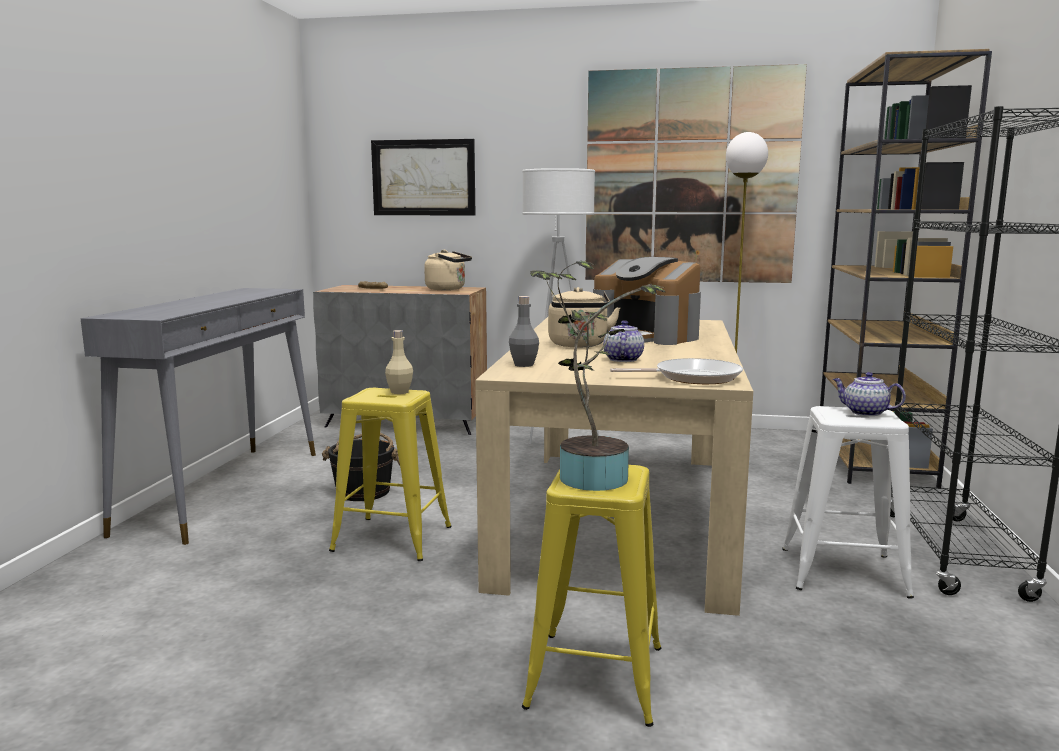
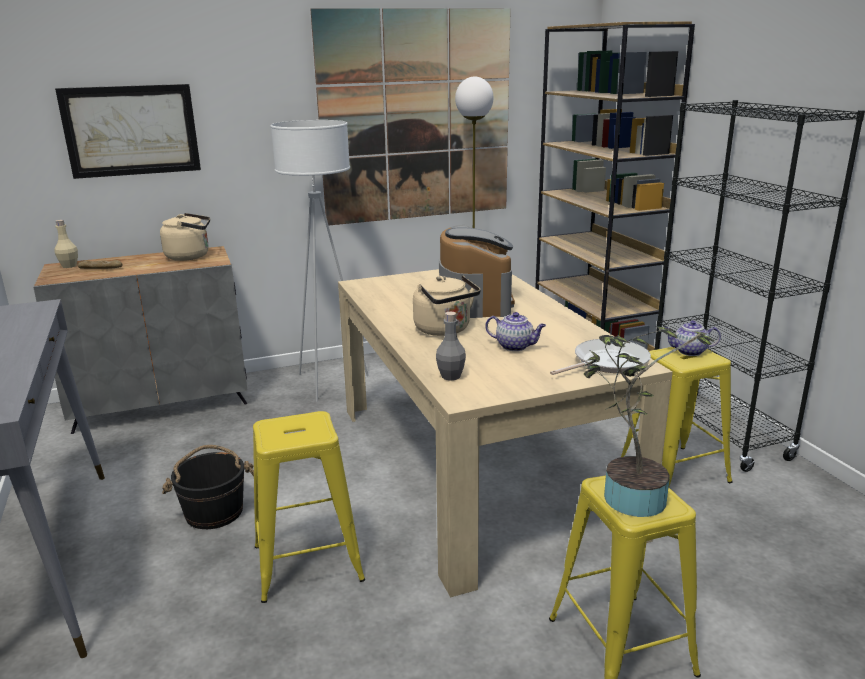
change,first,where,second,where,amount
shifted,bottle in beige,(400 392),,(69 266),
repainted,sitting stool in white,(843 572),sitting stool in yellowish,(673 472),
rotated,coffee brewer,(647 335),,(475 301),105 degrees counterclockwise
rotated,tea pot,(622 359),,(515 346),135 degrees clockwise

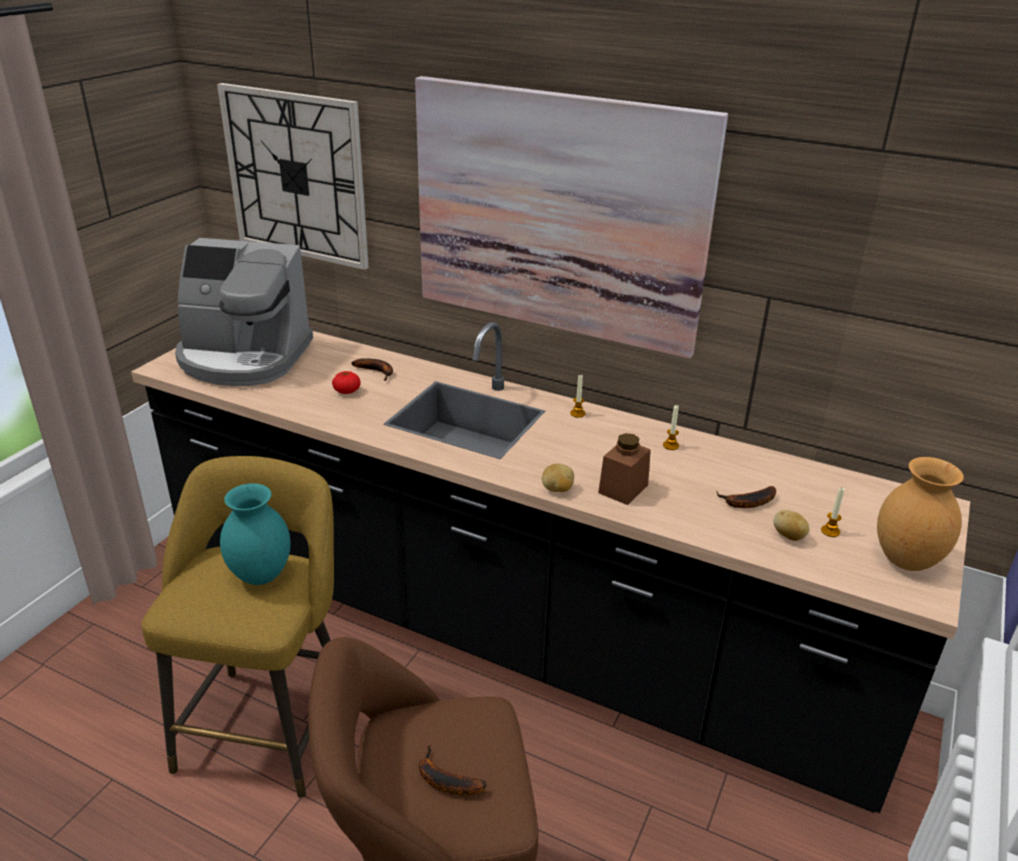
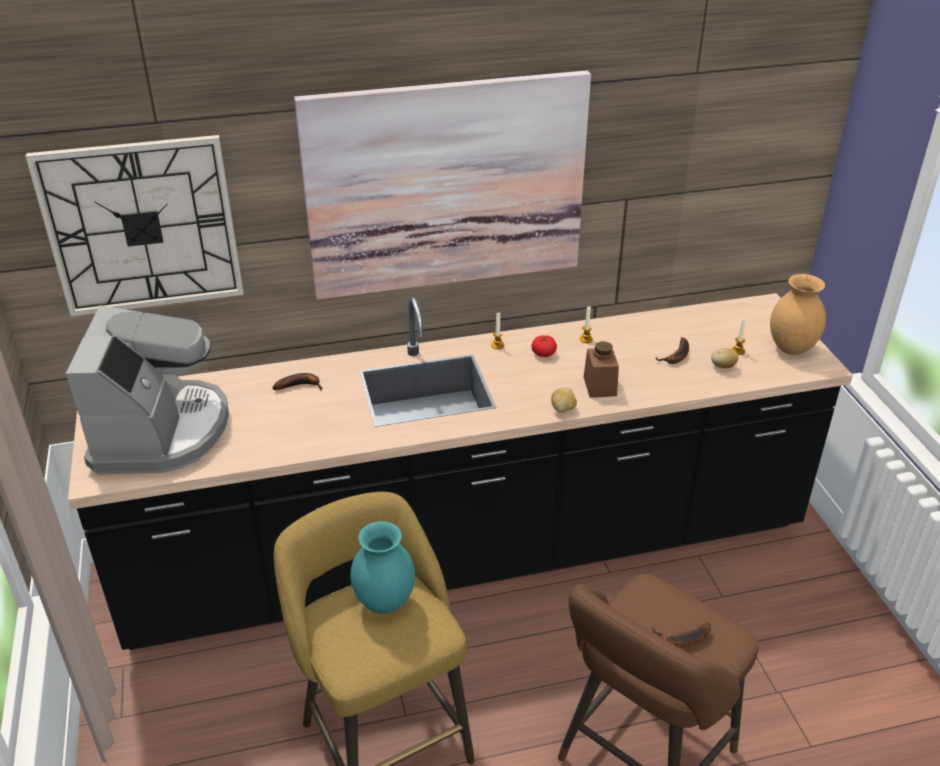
change,first,where,second,where,amount
shifted,whole tomato,(347 391),,(543 353),
rotated,coffee brewer,(244 358),,(160 431),60 degrees counterclockwise

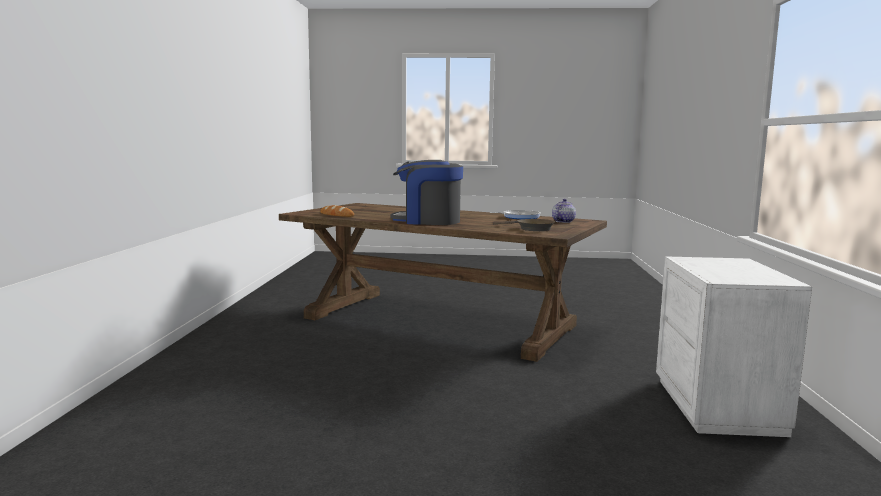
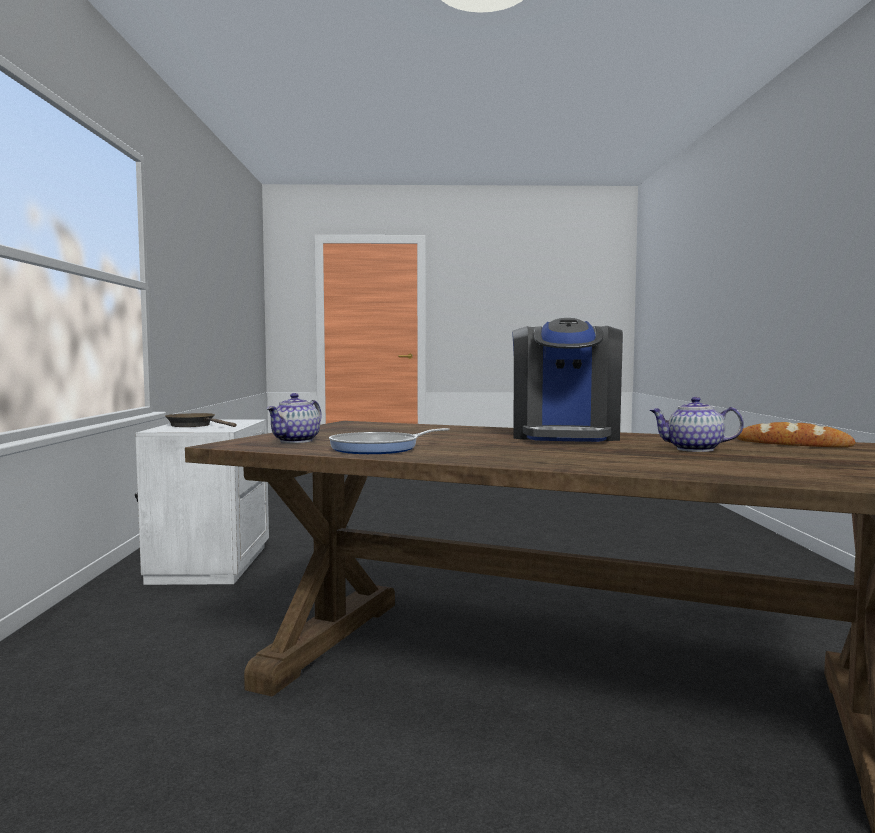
change,first,where,second,where,amount
new,,,tea pot,(694 449),
shifted,frying pan in brownish,(531 229),,(194 425),
rotated,coffee brewer,(428 221),,(565 436),90 degrees clockwise

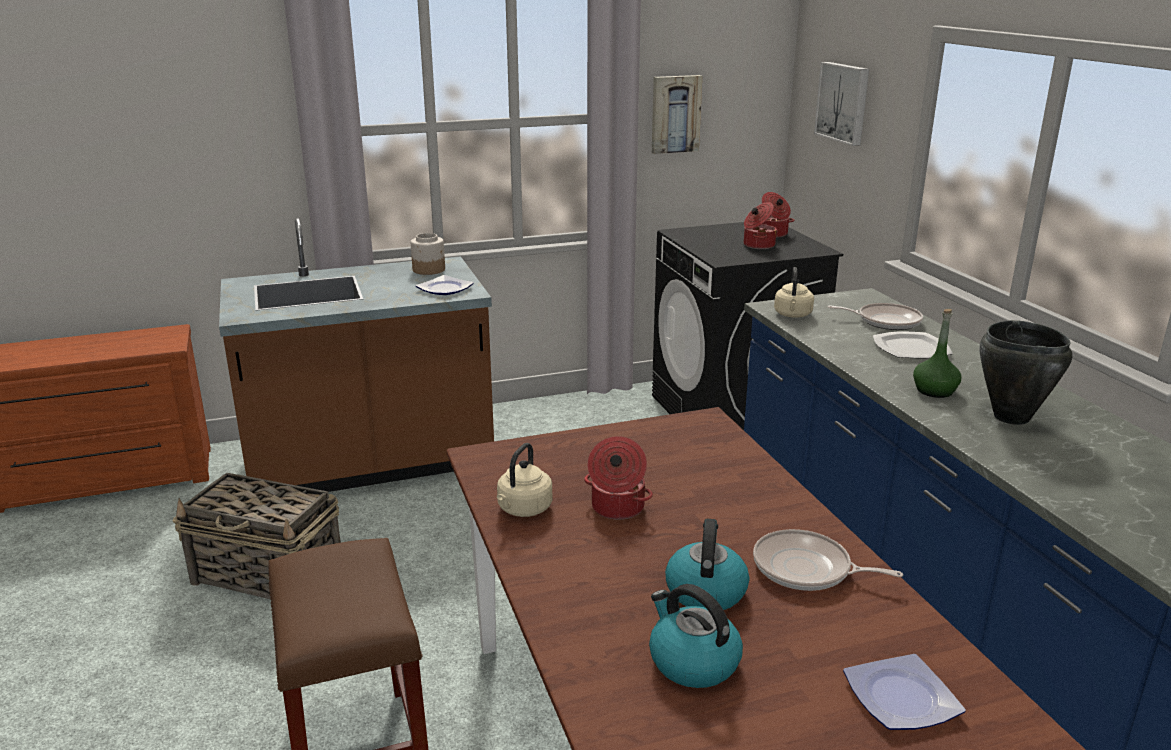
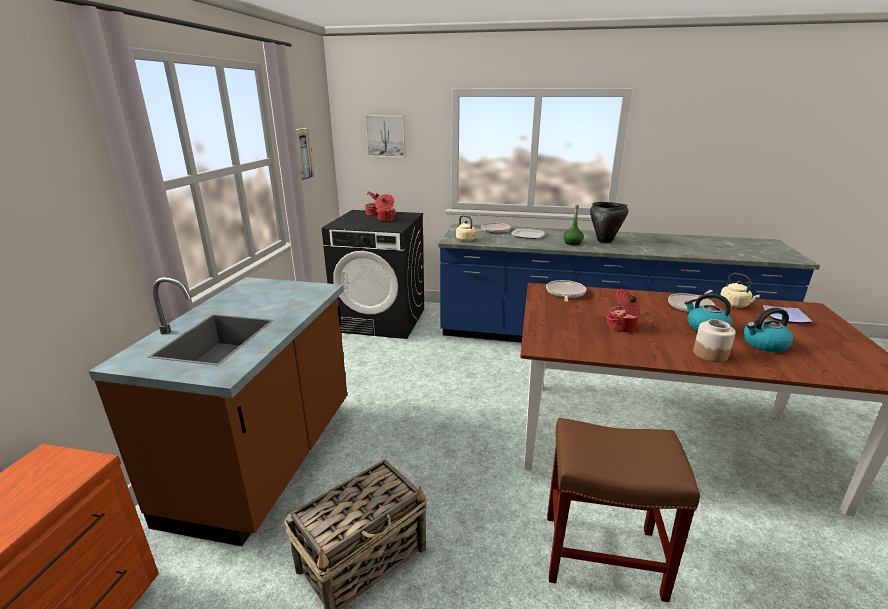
change,first,where,second,where,amount
gone,dinner plate,(445 289),,,
new,,,frying pan,(565 293),
shifted,jar,(429 270),,(710 354),
shifted,kettle in beige,(523 509),,(735 305),

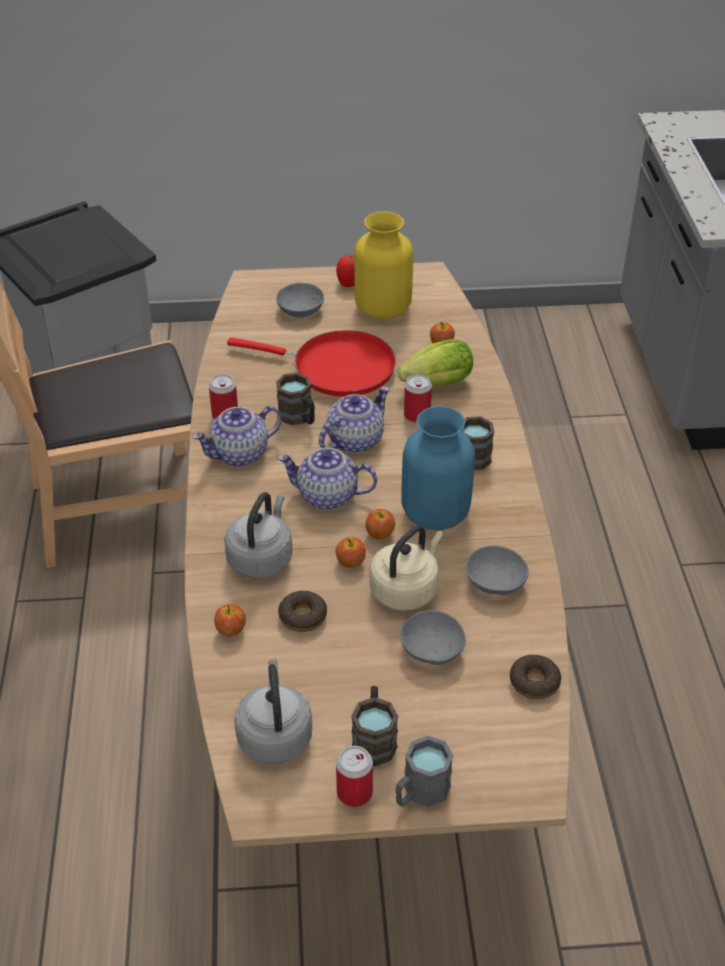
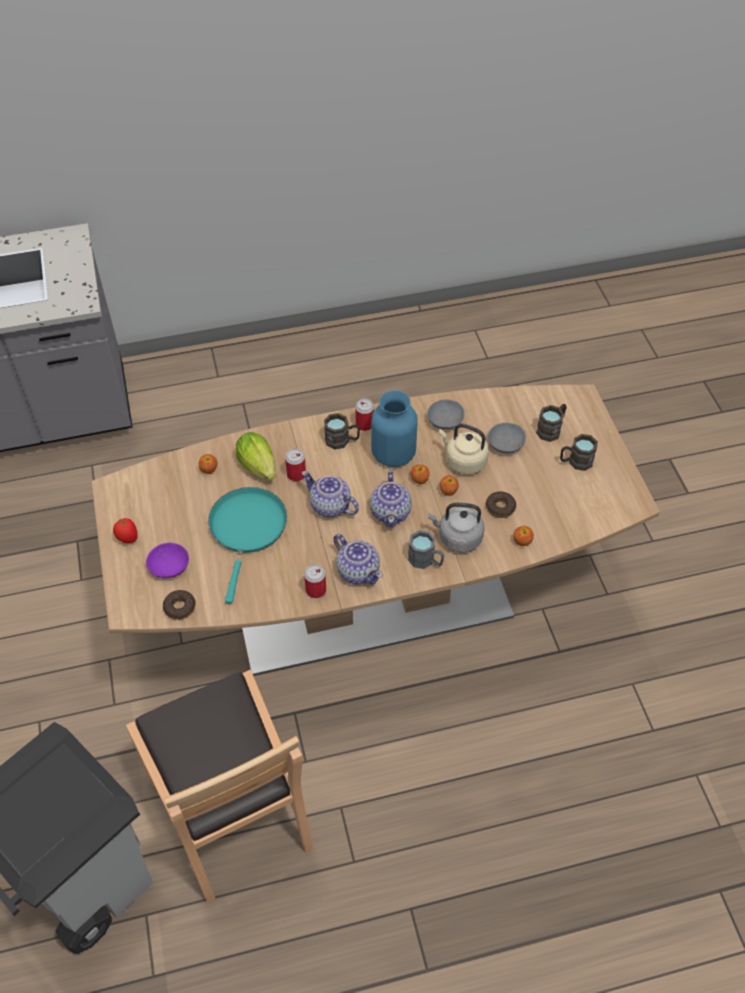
change,first,where,second,where,amount
gone,kettle in gray,(274 735),,,
gone,decorative vase in yellowish,(383 308),,,
shifted,tea mug in brownish,(299 418),,(551 429),
shifted,sealed can,(354 792),,(364 424),
shifted,tea mug in gray,(420 792),,(426 560),
shifted,doughnut,(534 682),,(179 607),
repainted,frying pan in red-coloured,(336 368),frying pan in blue-green,(247 529),
repainted,bowl in gray,(299 309),bowl in purple-coloured,(169 568),

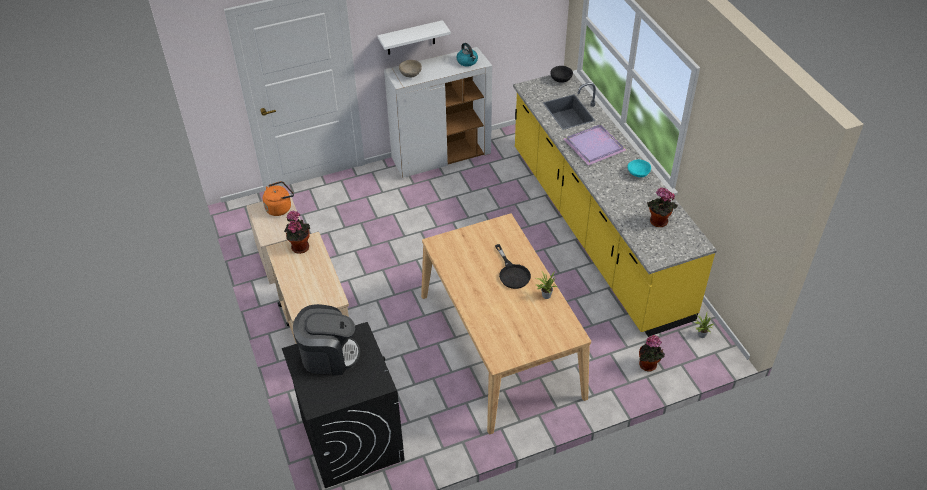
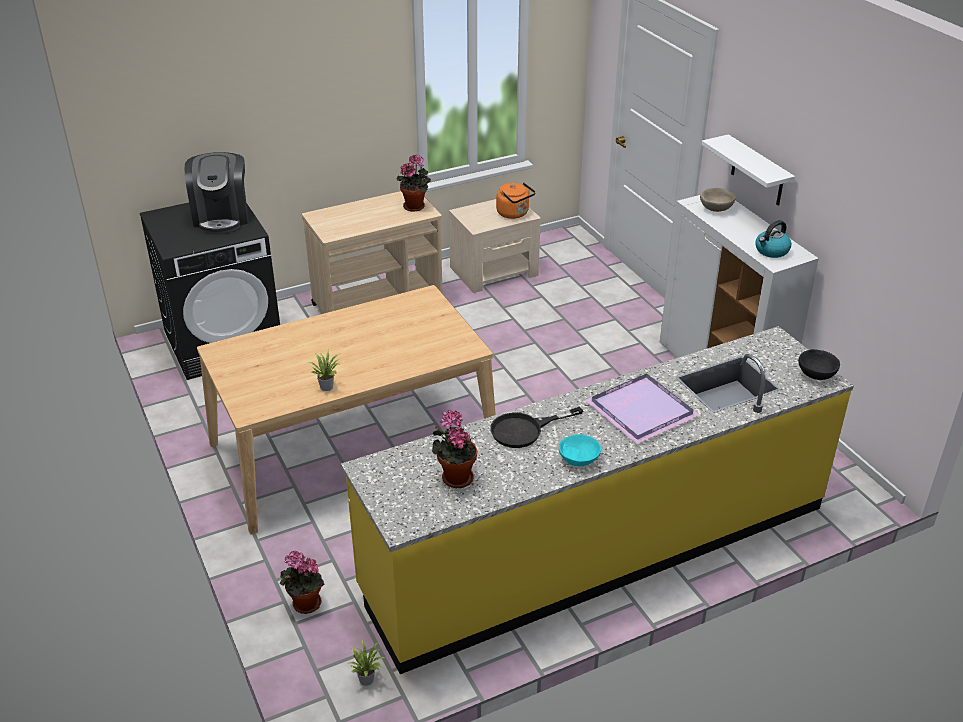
change,first,where,second,where,amount
shifted,frying pan in blackish,(512 273),,(525 430),

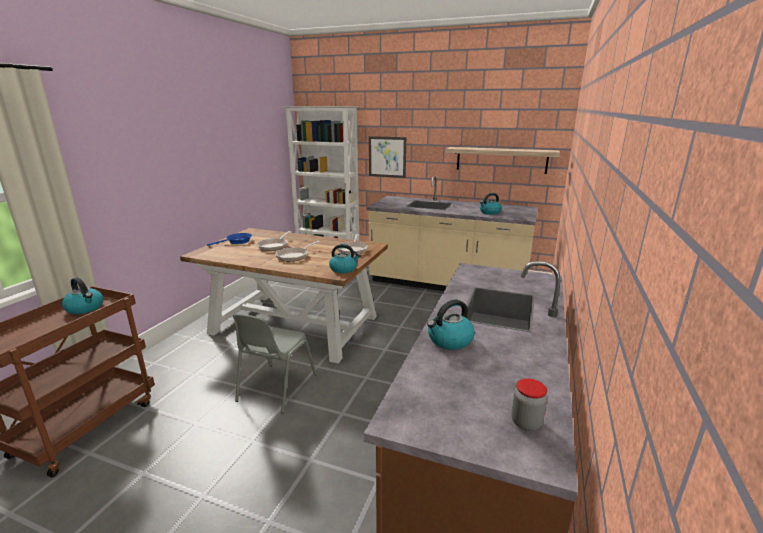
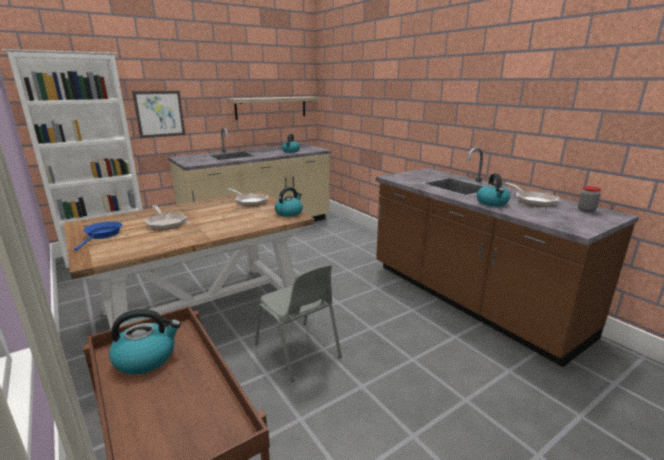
change,first,where,second,where,amount
shifted,frying pan,(294 256),,(533 200),

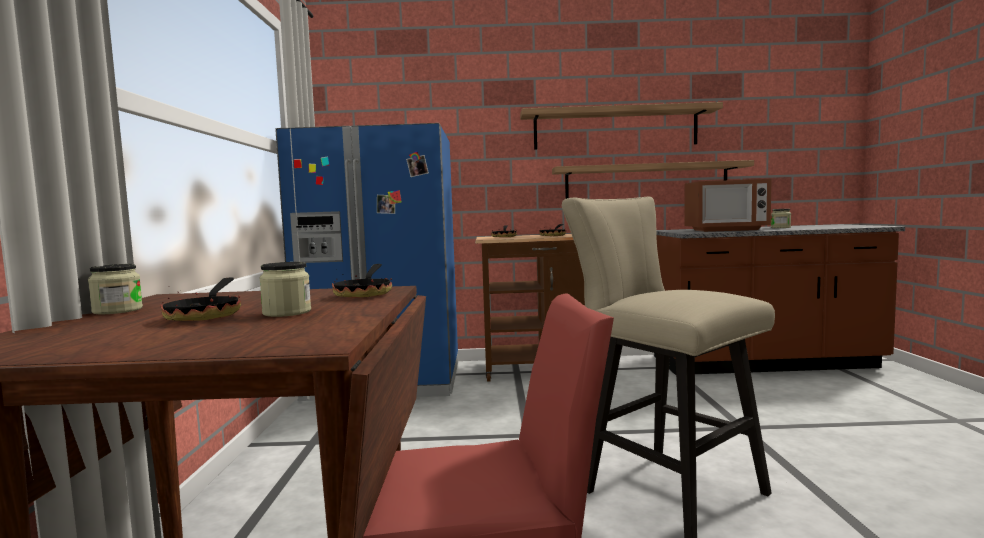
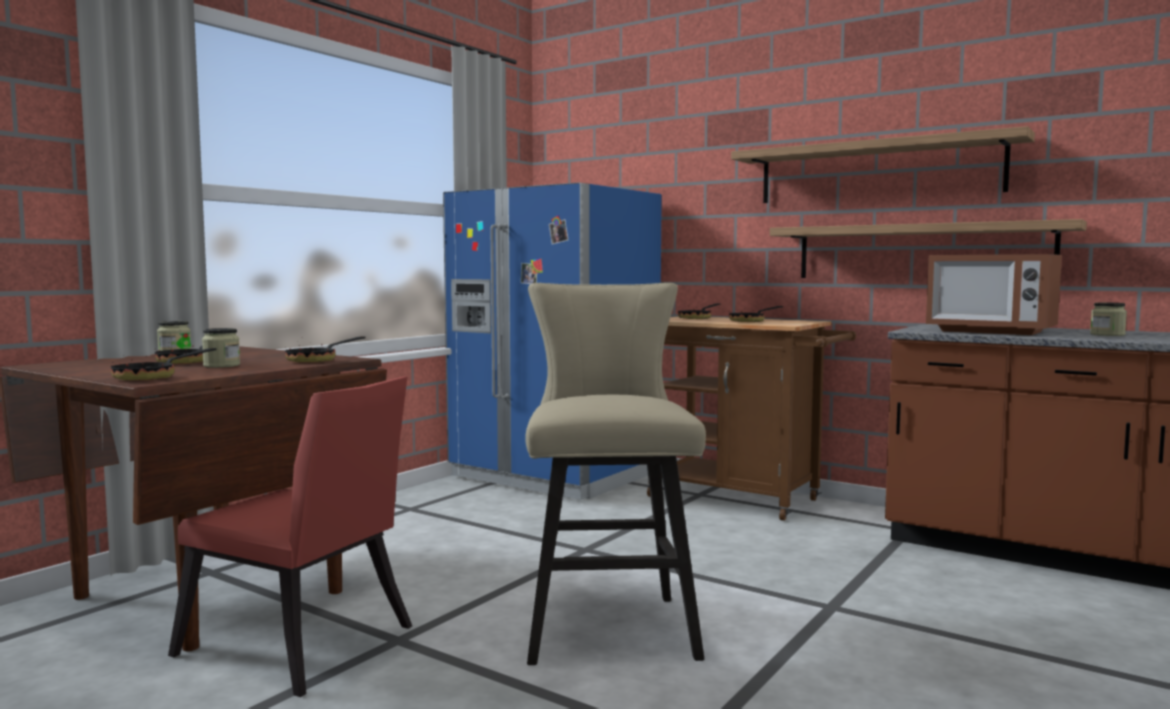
change,first,where,second,where,amount
new,,,frying pan,(153 377),

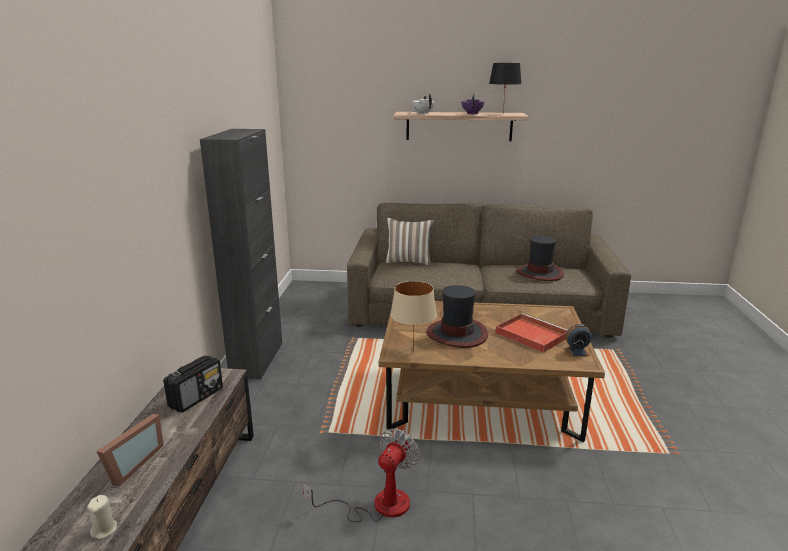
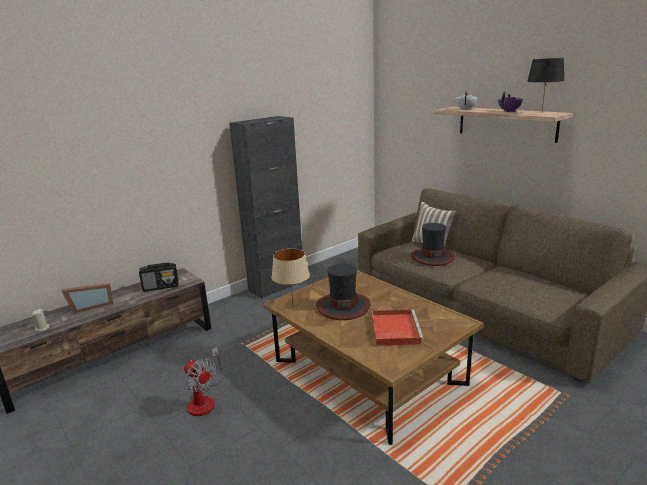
change,first,where,second,where,amount
gone,bedside clock,(576 352),,,
shifted,clothing hat,(539 273),,(432 257),
rotated,fan,(378 505),,(204 399),60 degrees clockwise

